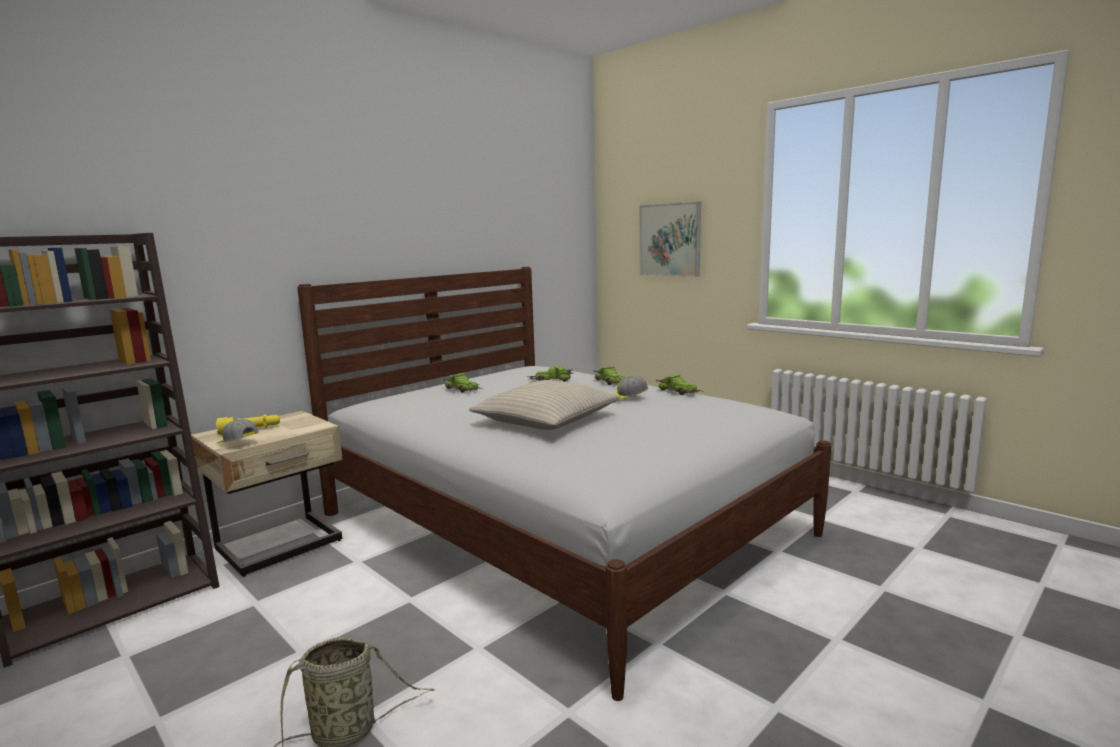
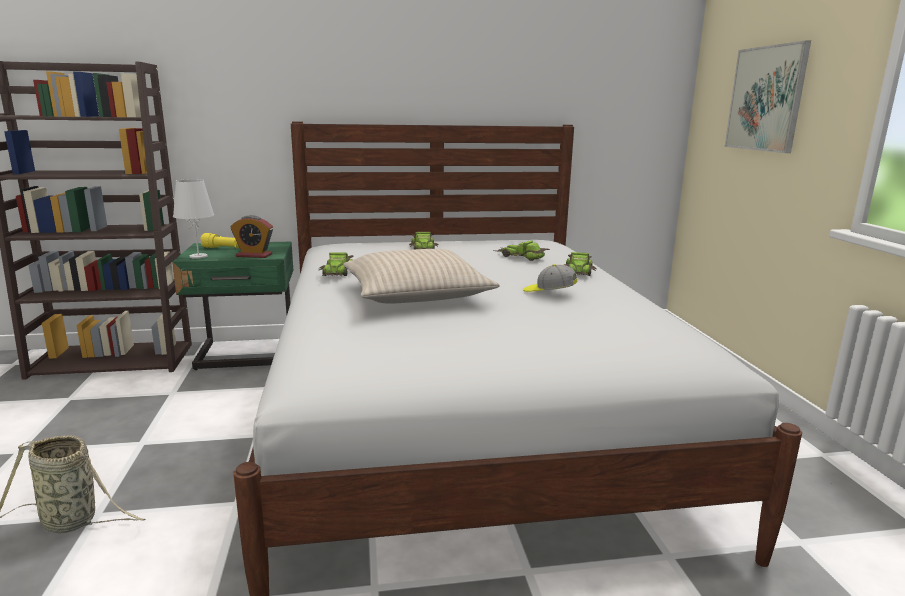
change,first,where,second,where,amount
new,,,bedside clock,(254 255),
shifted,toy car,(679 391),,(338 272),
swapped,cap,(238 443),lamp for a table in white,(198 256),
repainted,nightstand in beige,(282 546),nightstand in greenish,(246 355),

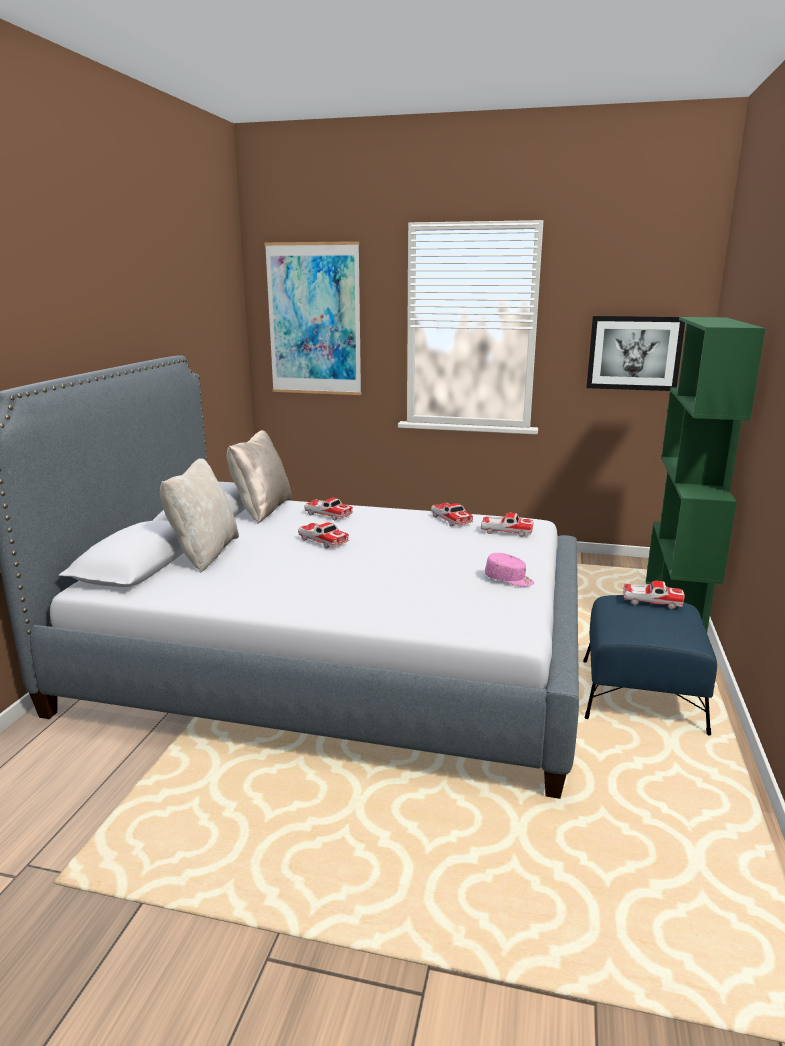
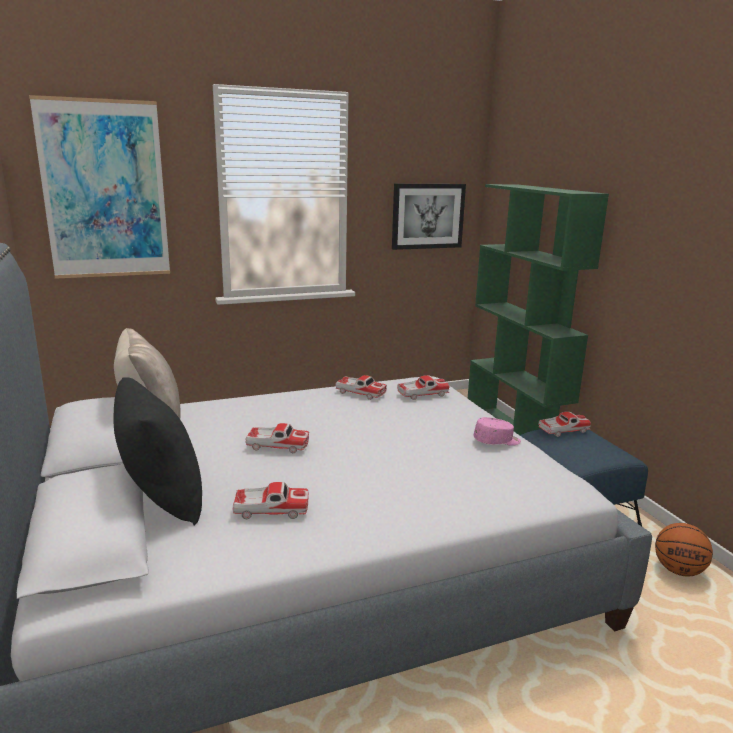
change,first,where,second,where,amount
new,,,basketball ball,(678 570),
shifted,toy car,(328 514),,(270 509),
repainted,throw pillow in beige,(204 553),throw pillow in blackish,(161 499),

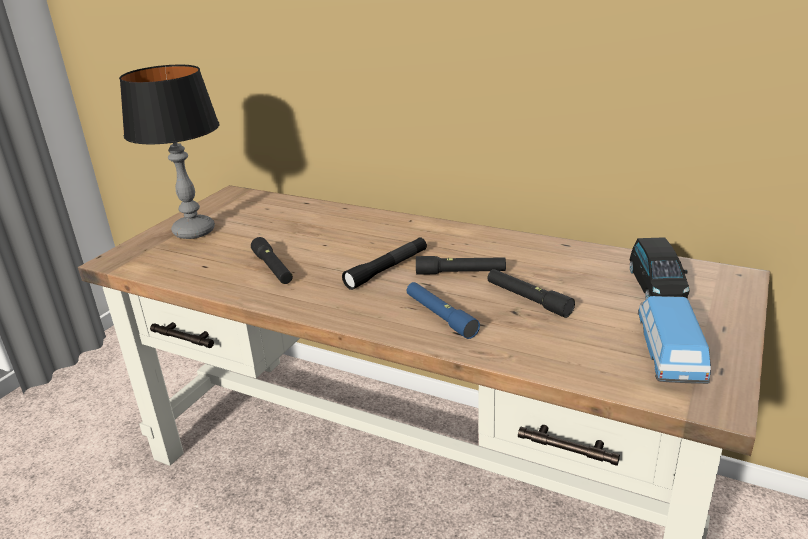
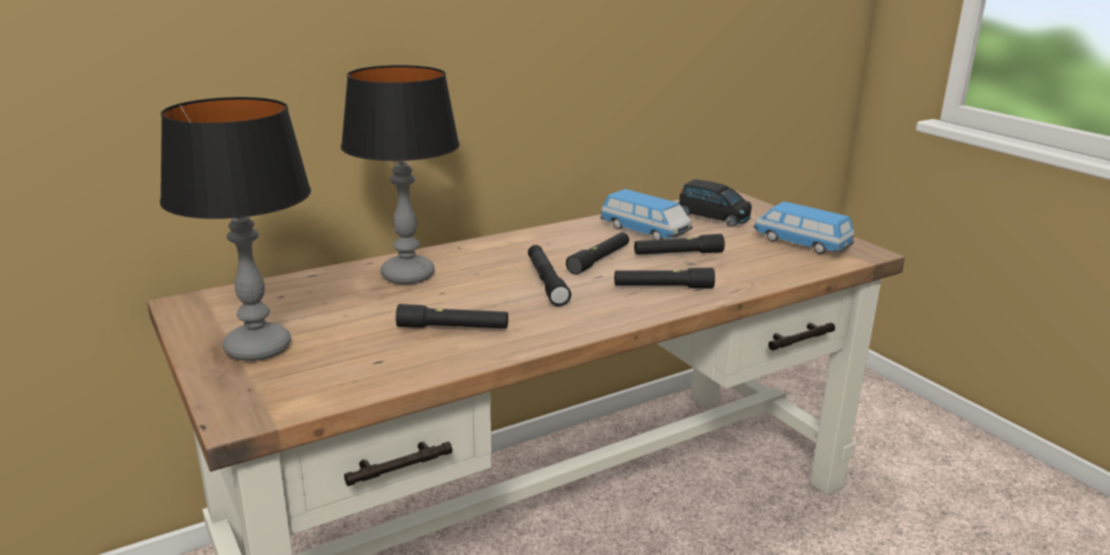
change,first,where,second,where,amount
new,,,lamp for a table,(407 275),
new,,,toy car,(645 231),
repainted,flashlight in bluish,(440 316),flashlight in blackish,(663 287),

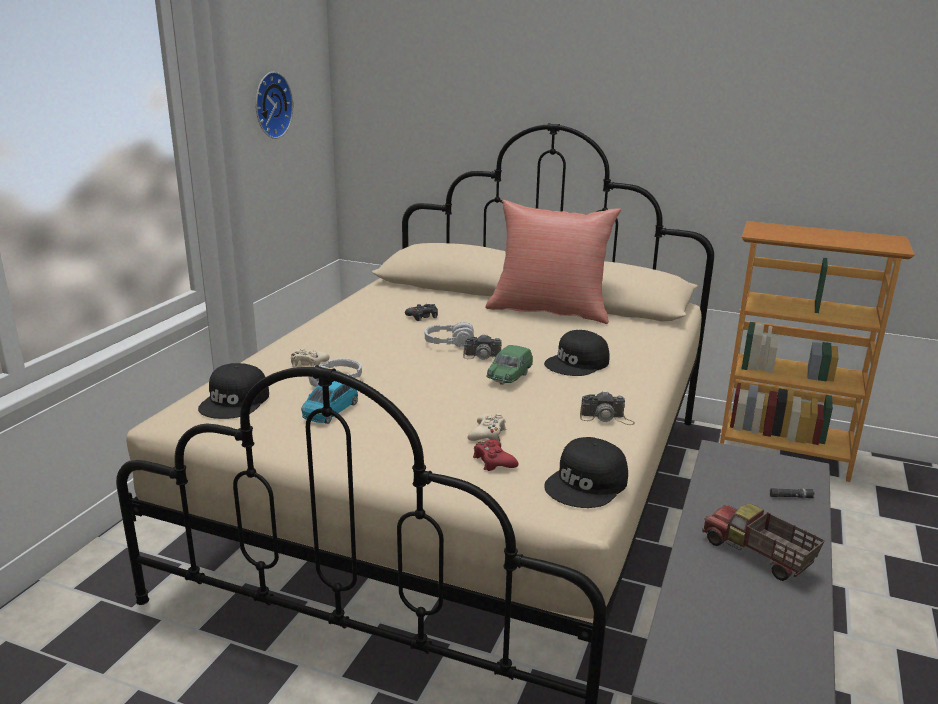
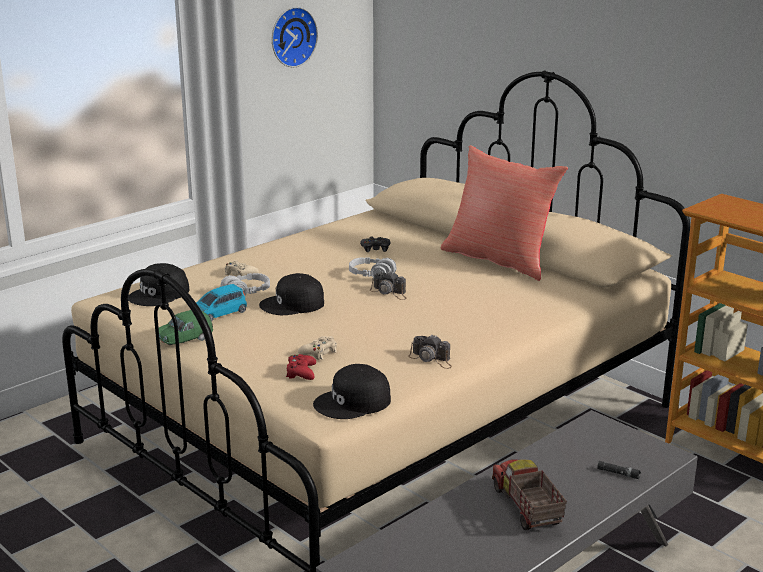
change,first,where,second,where,amount
shifted,toy car in greenish,(509 377),,(185 340),
shifted,cap in blackish,(577 363),,(293 304),

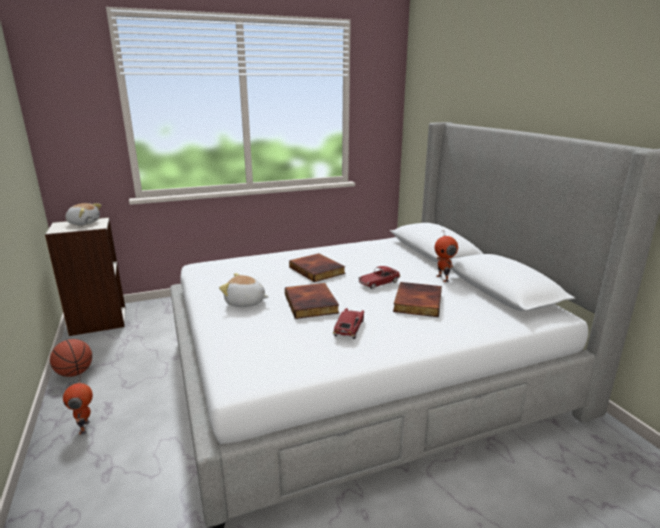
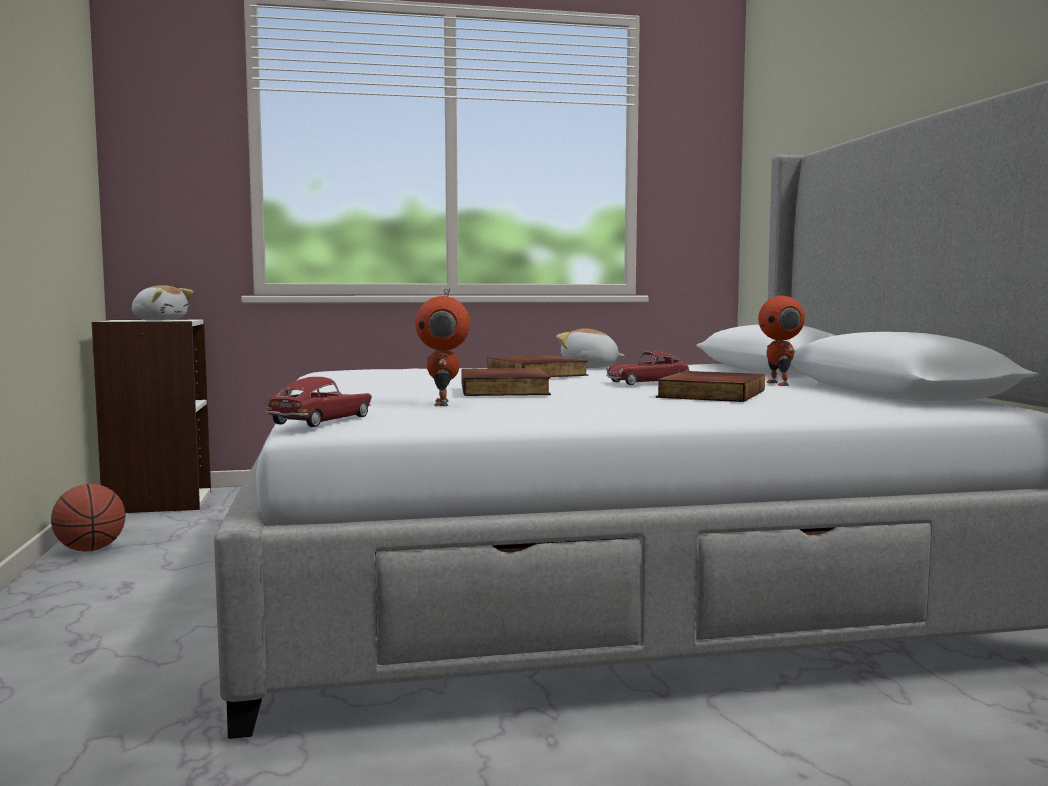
change,first,where,second,where,amount
shifted,model robot,(85 427),,(444 403),
shifted,cuddly toy,(245 302),,(589 367),
shifted,toy car,(349 328),,(321 420),

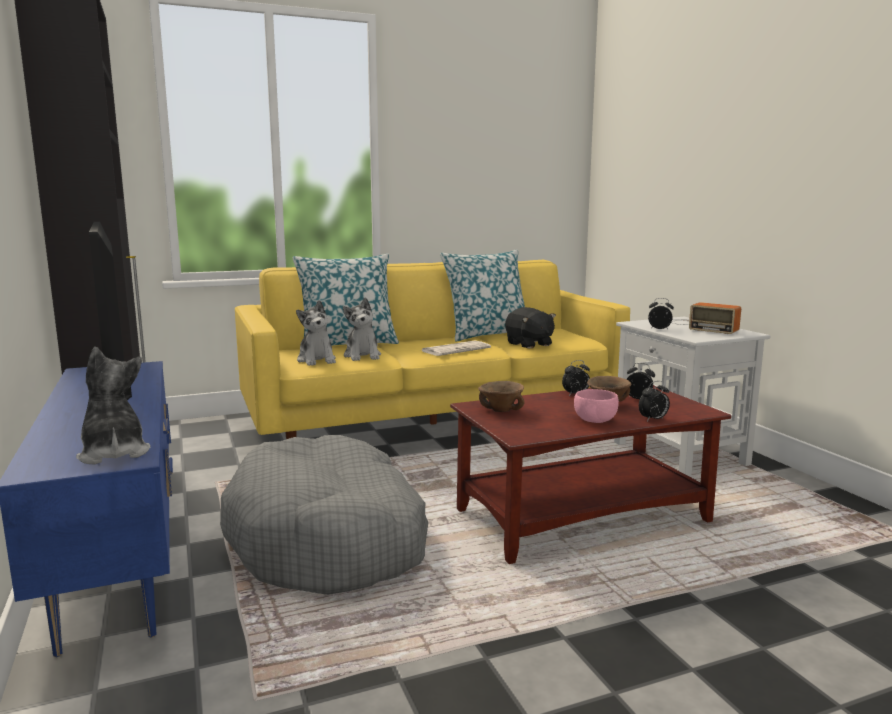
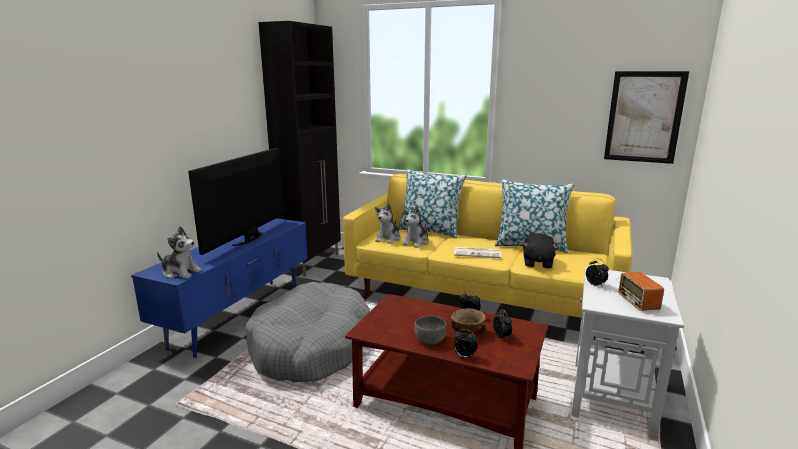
change,first,where,second,where,amount
gone,bowl in brownish,(501 410),,,
new,,,wall picture,(644 117),
repainted,bowl in pink-coloured,(594 420),bowl in gray,(429 340),
rotated,cuddly toy,(113 453),,(181 272),90 degrees clockwise

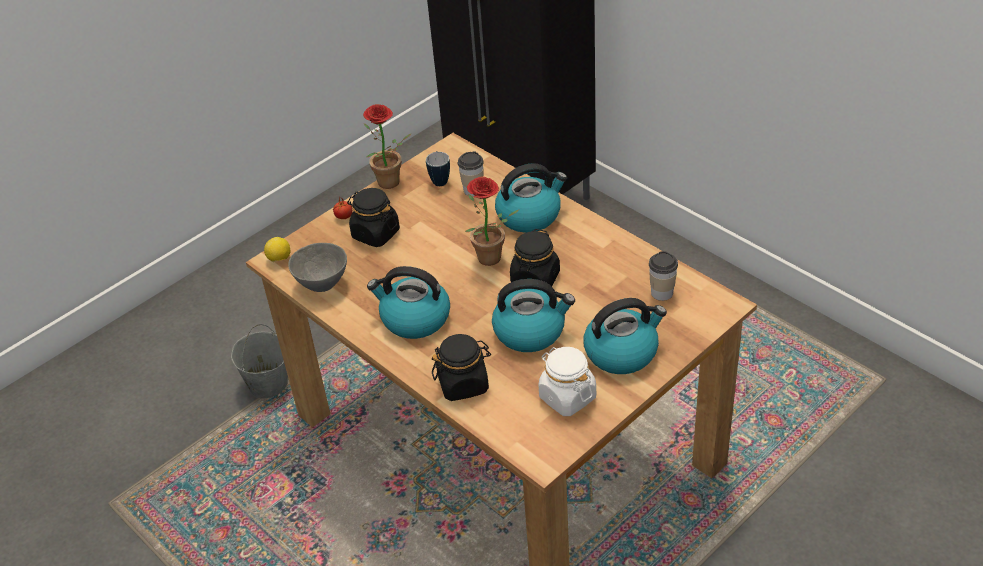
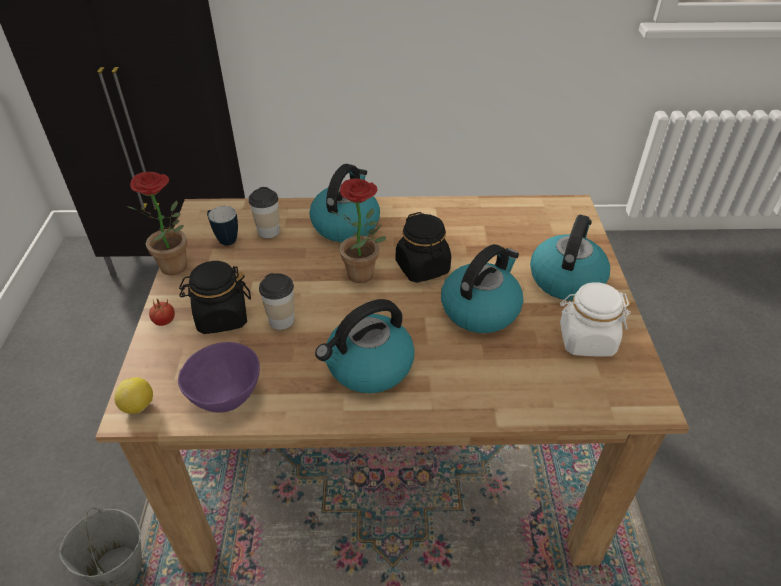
change,first,where,second,where,amount
gone,jar in blackish,(463 384),,,
shifted,drinking cup,(662 293),,(281 321),
repainted,bowl in gray,(322 285),bowl in purple-coloured,(227 399),

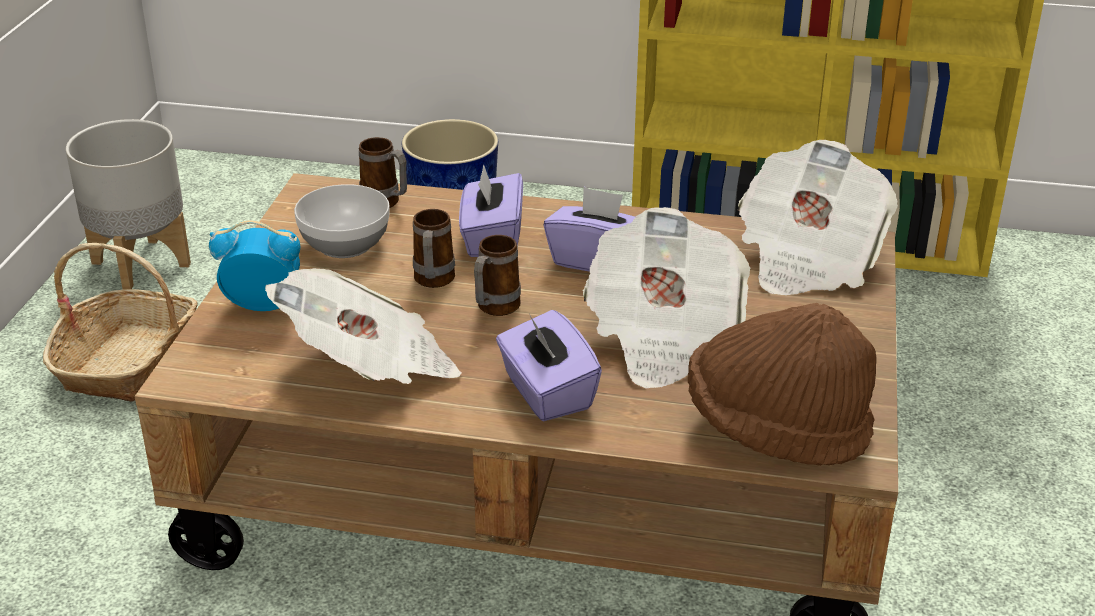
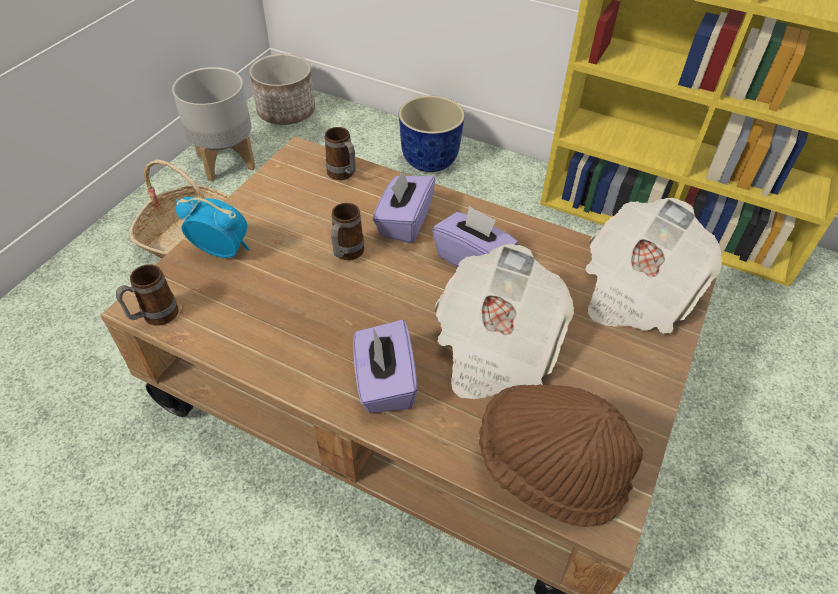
change,first,where,second,where,amount
gone,daily paper,(370 368),,,
gone,bowl,(345 245),,,
new,,,planter,(287 112),
shifted,tea mug,(494 309),,(154 317),

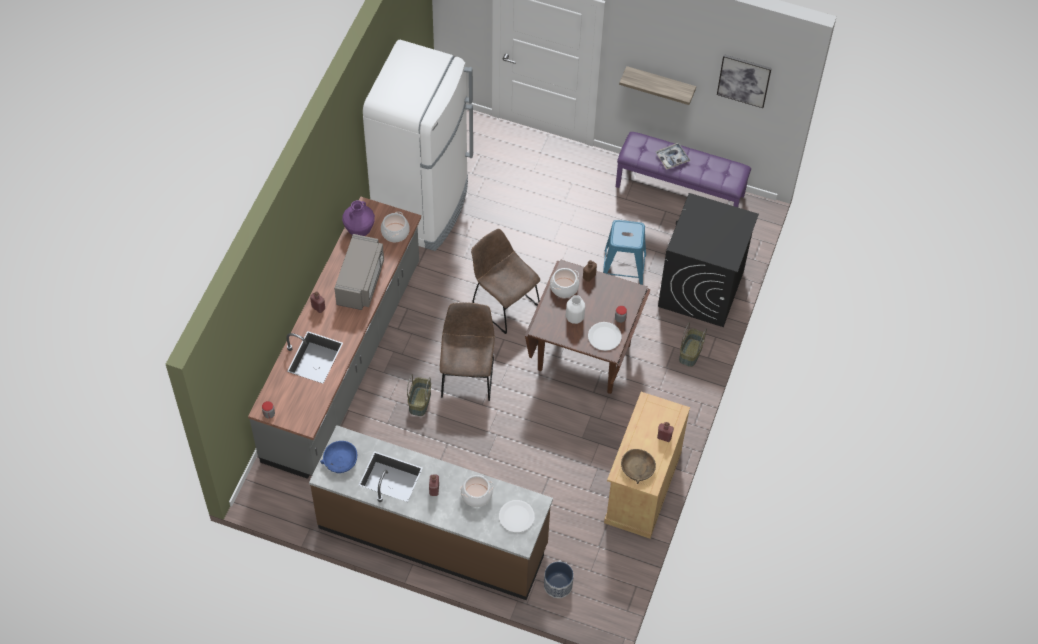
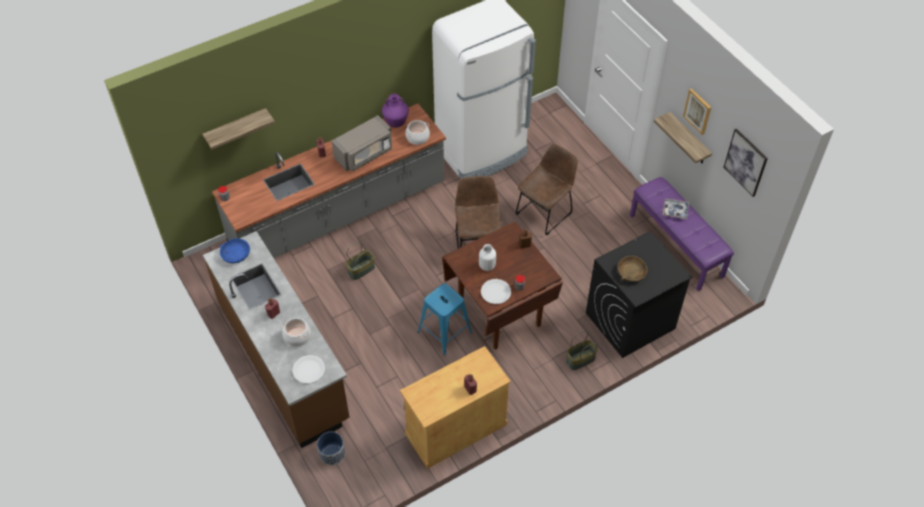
change,first,where,second,where,amount
gone,stockpot,(564 287),,,
new,,,shelf,(236 129),
new,,,wall picture,(697 111),
shifted,upright chair in brownish,(467 375),,(545 212),
shifted,sitting stool in bluish,(623 269),,(445 332),
shifted,bowl in brownish,(637 468),,(631 272),

